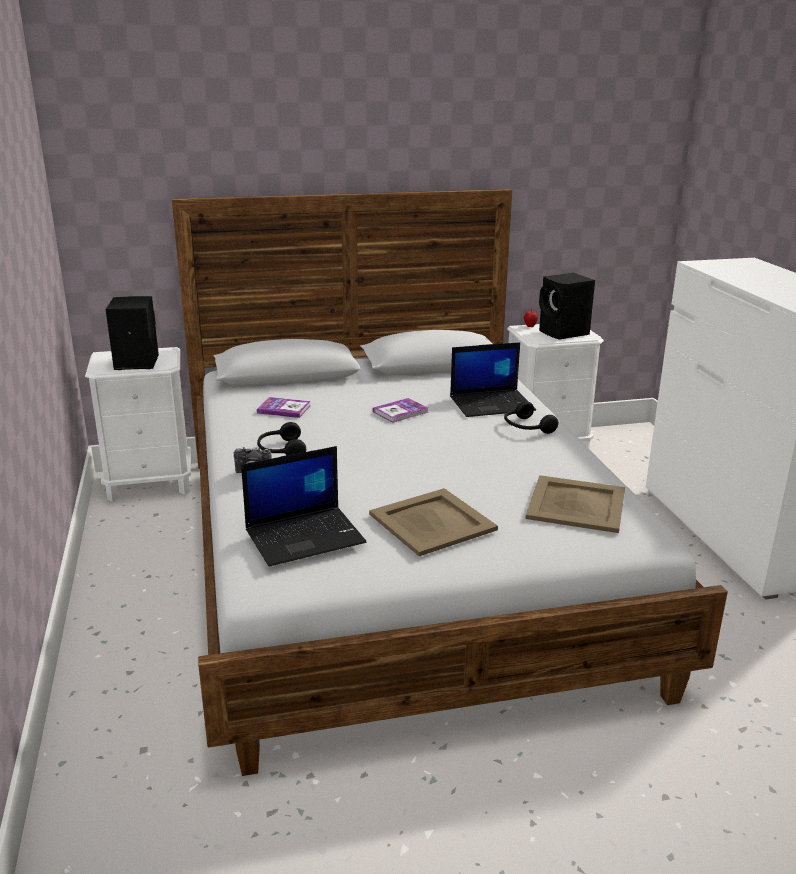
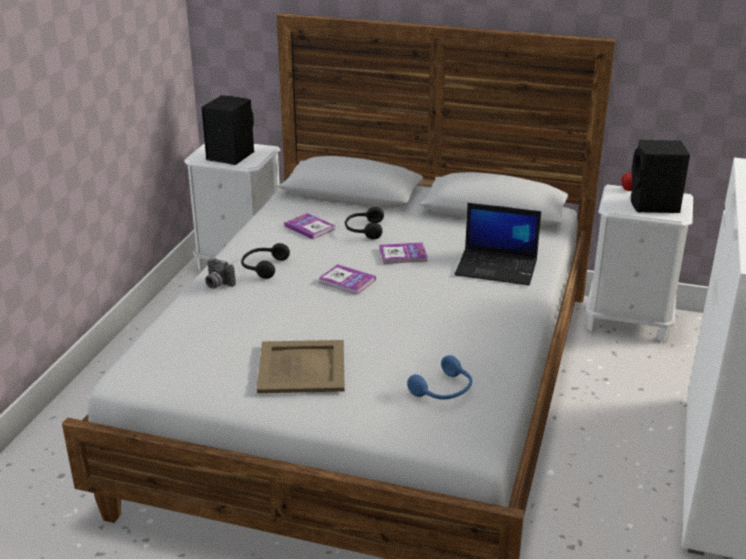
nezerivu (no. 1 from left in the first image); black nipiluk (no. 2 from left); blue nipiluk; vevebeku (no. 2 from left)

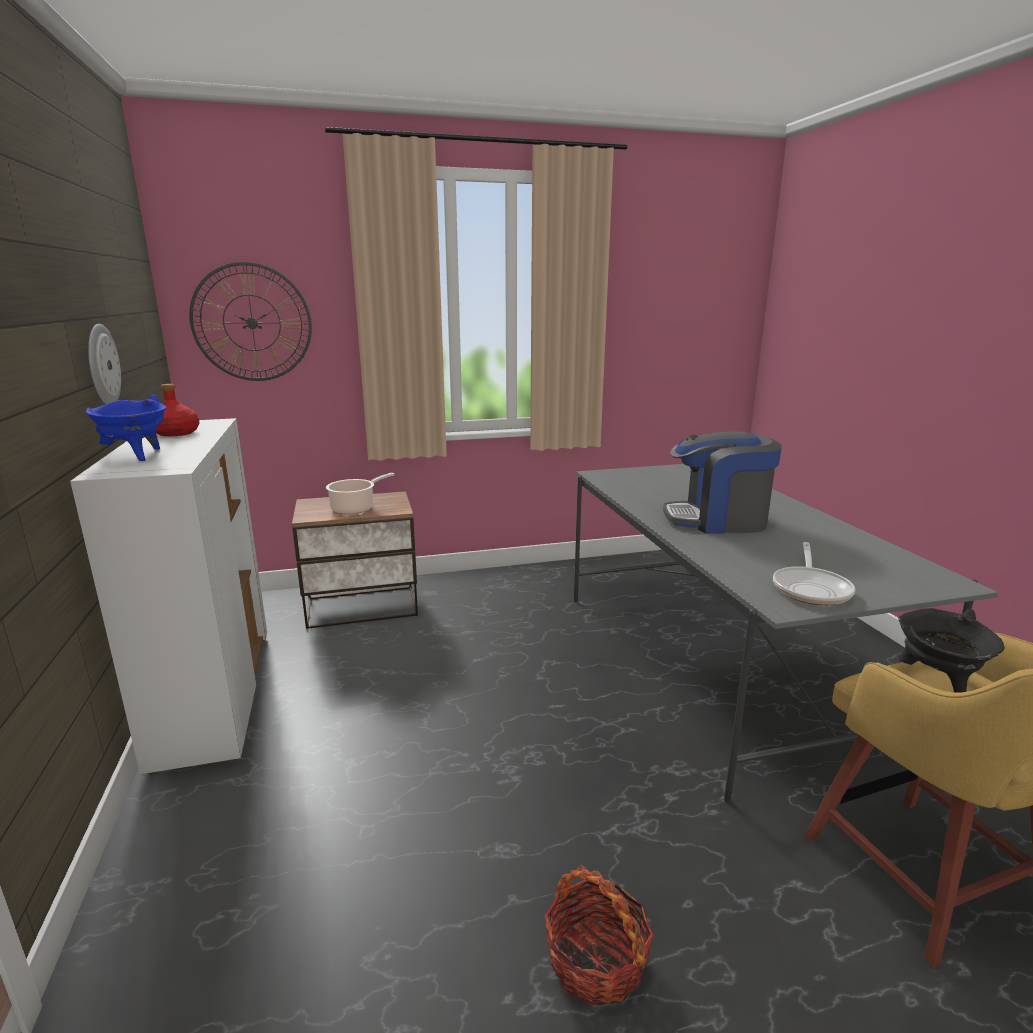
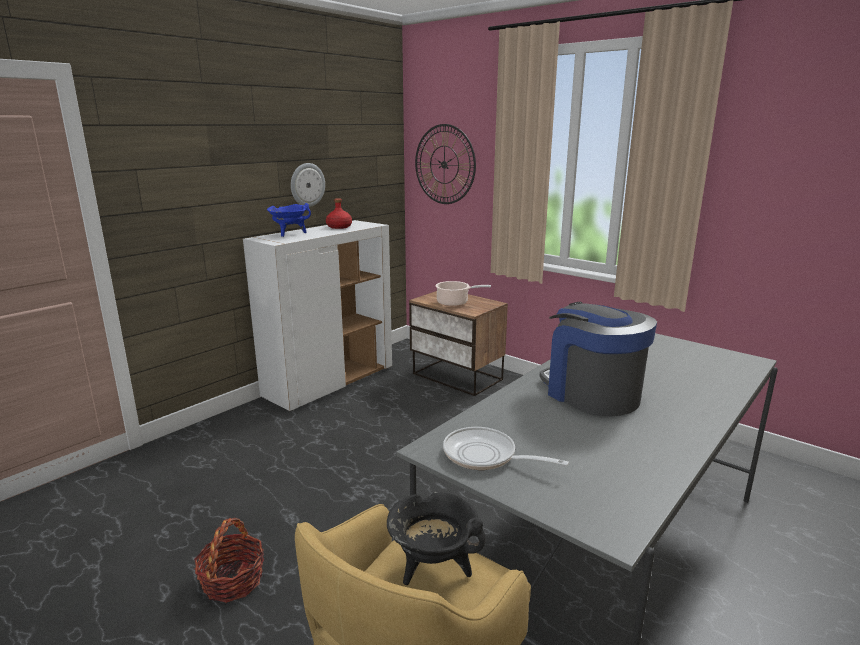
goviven

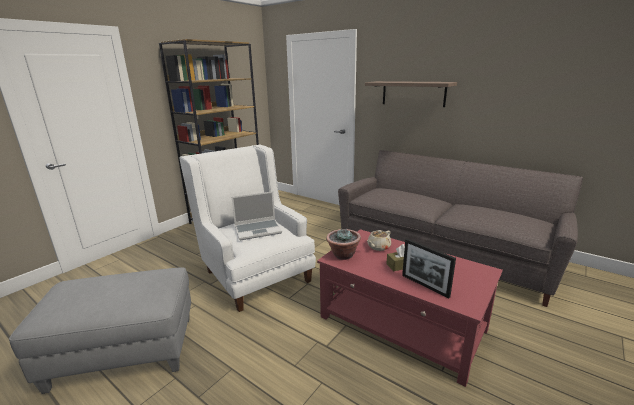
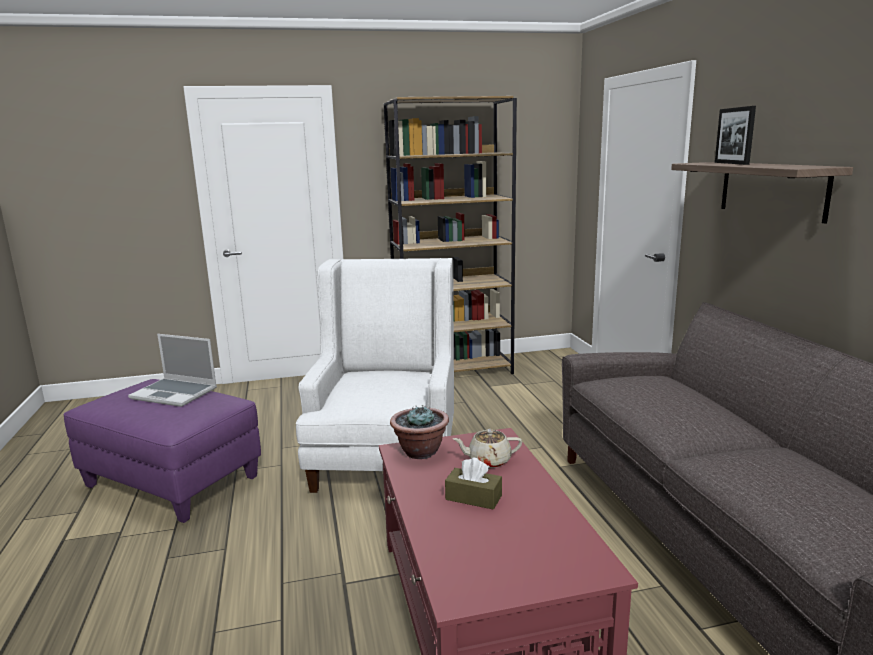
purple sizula; nezerivu; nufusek

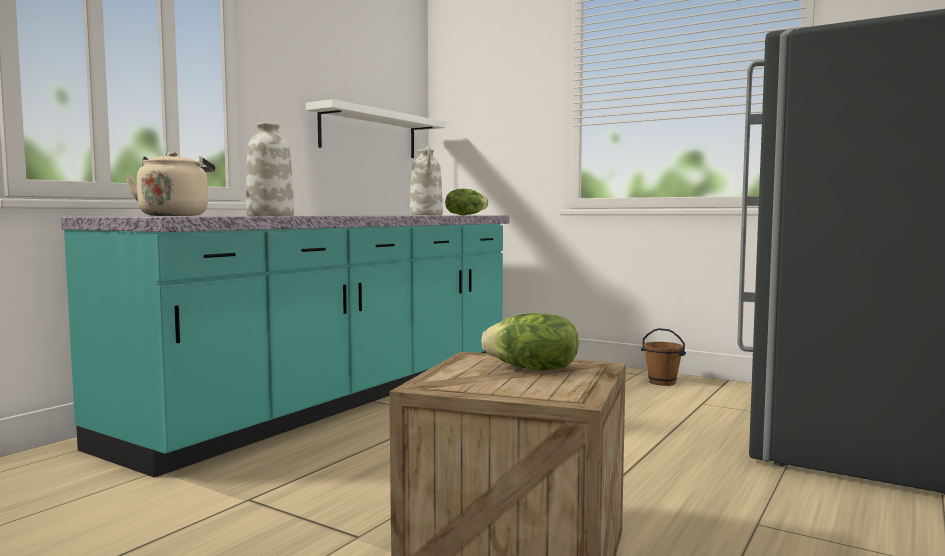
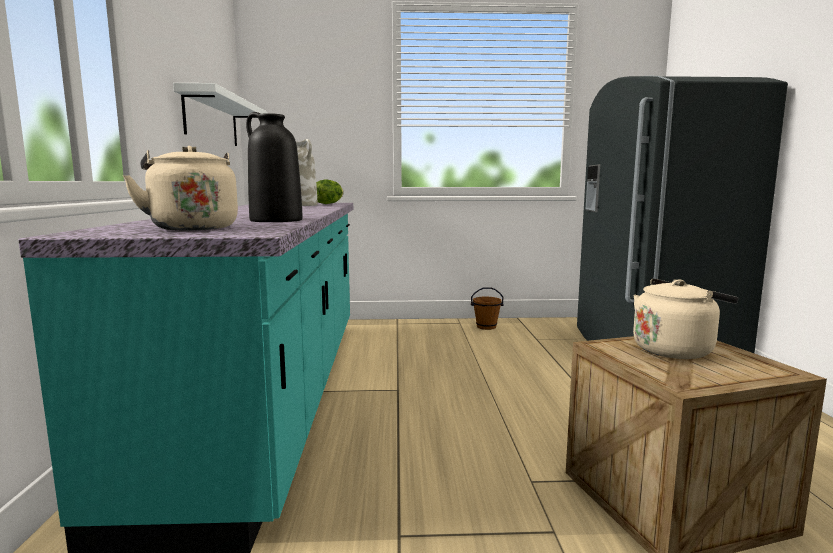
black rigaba; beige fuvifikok (no. 2 from left)

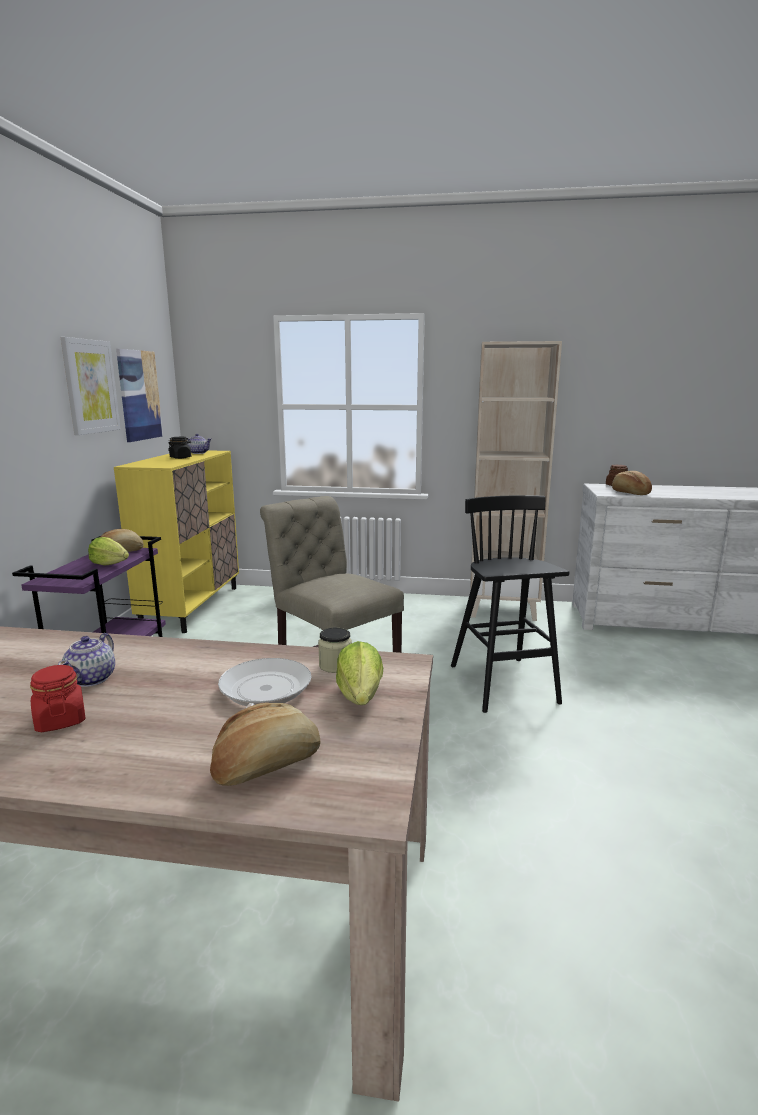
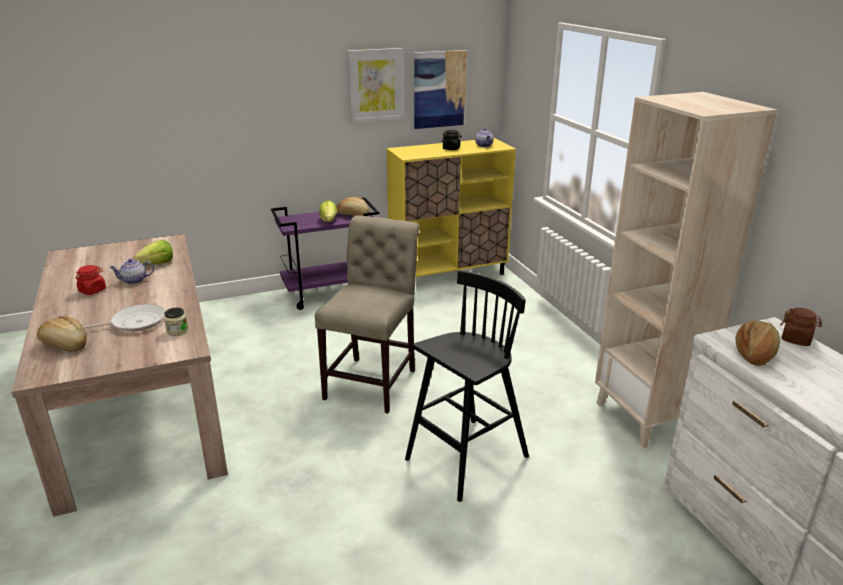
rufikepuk (no. 1 from left)

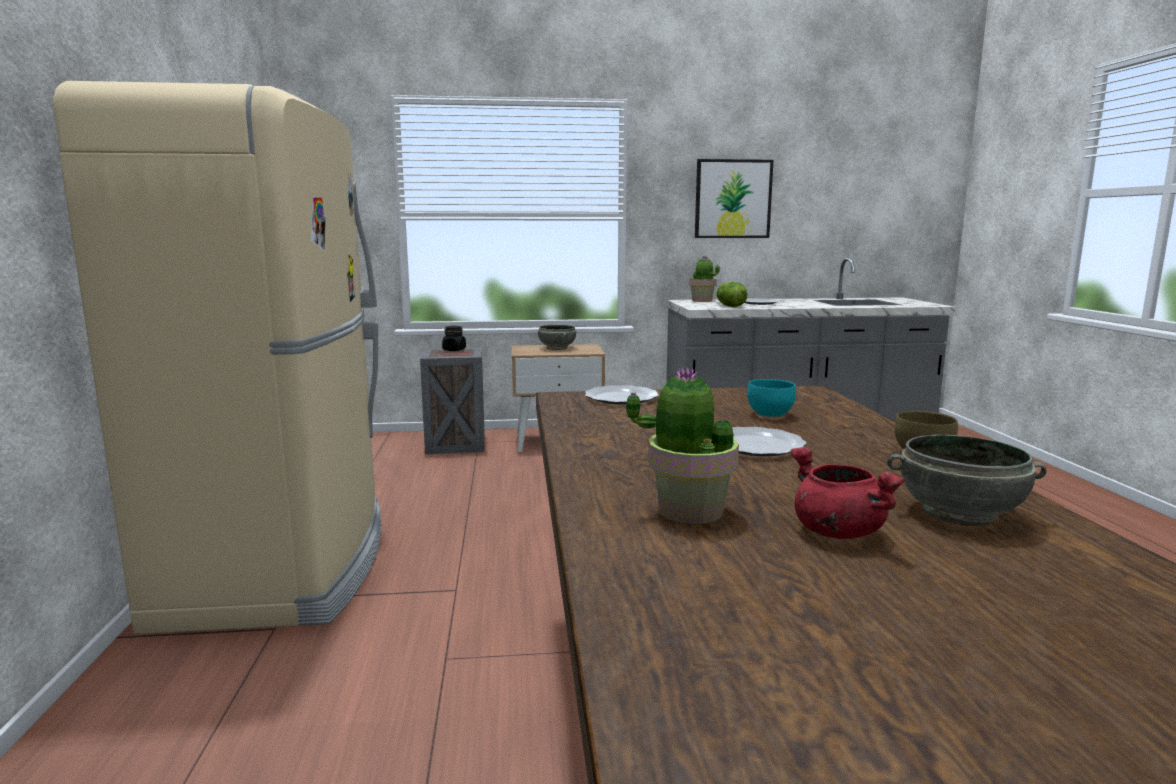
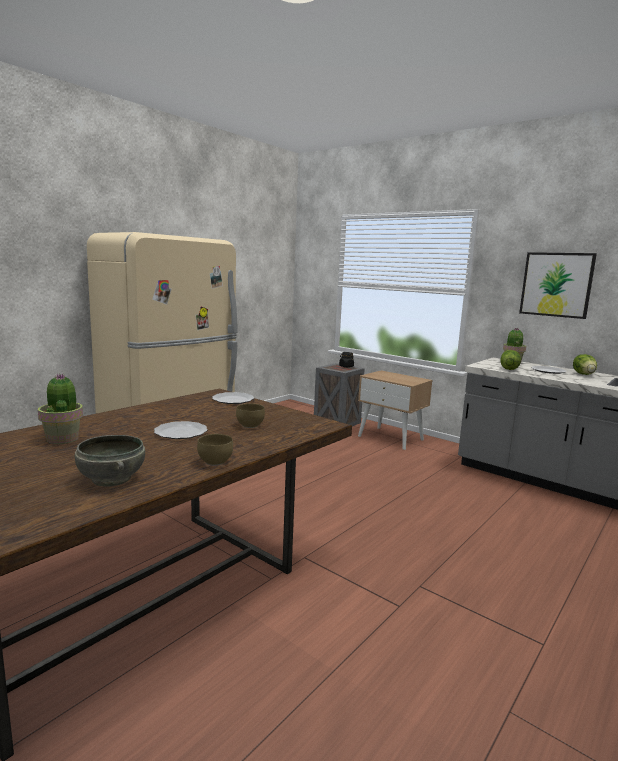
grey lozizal (no. 1 from left in the first image); brown lozizal (no. 2 from left); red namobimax; rufikepuk (no. 2 from left)

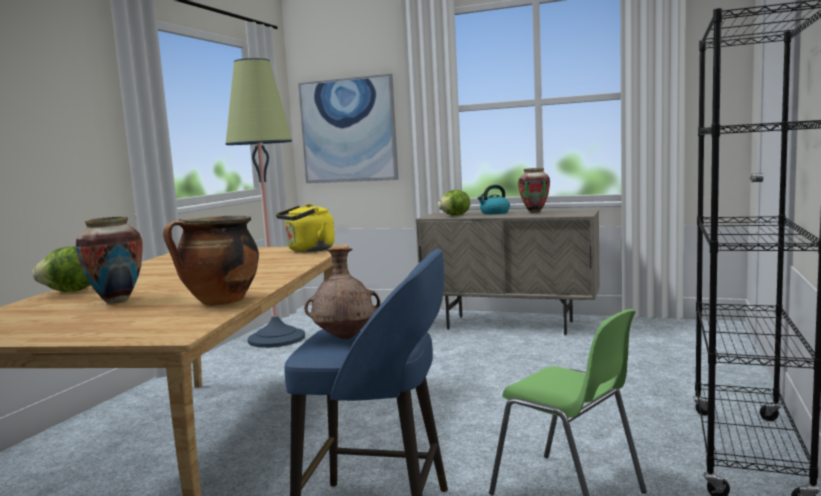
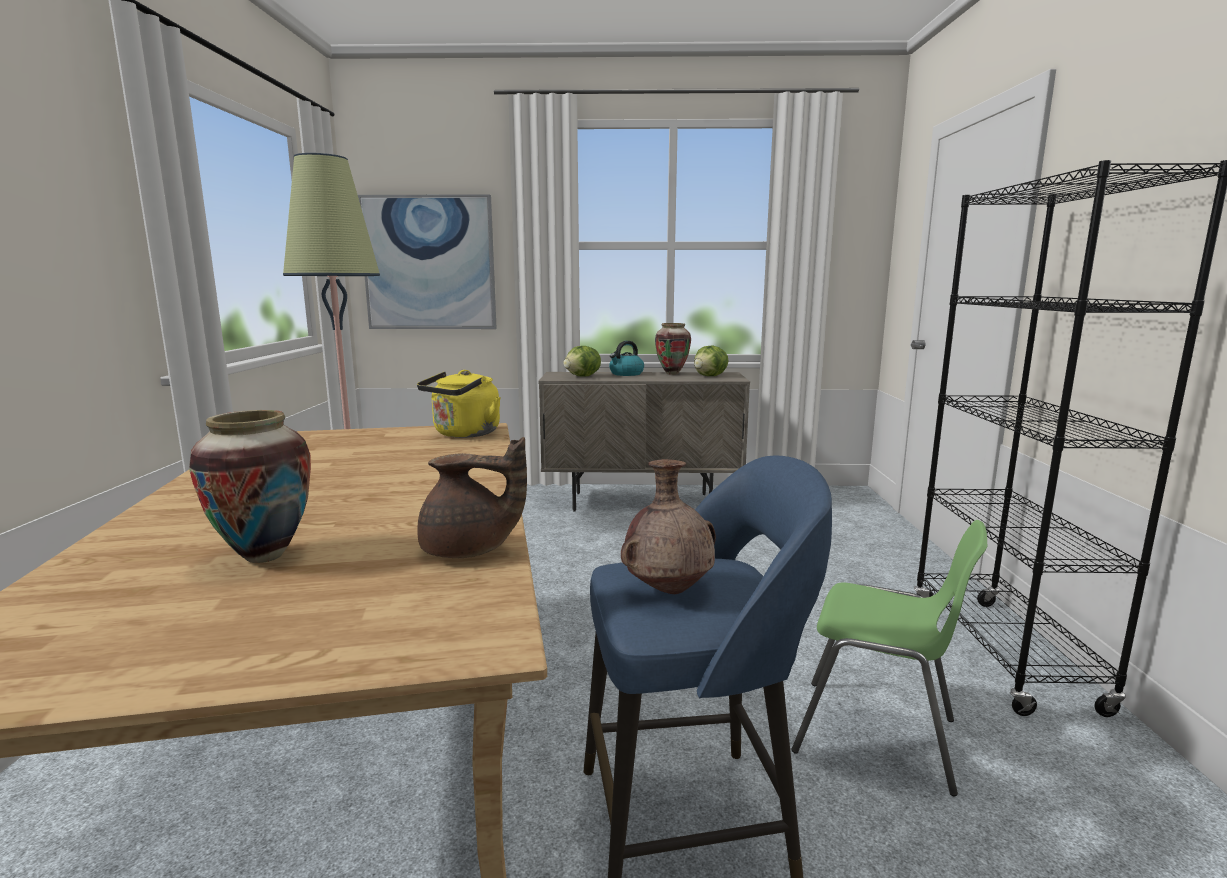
rufikepuk (no. 2 from left); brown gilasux

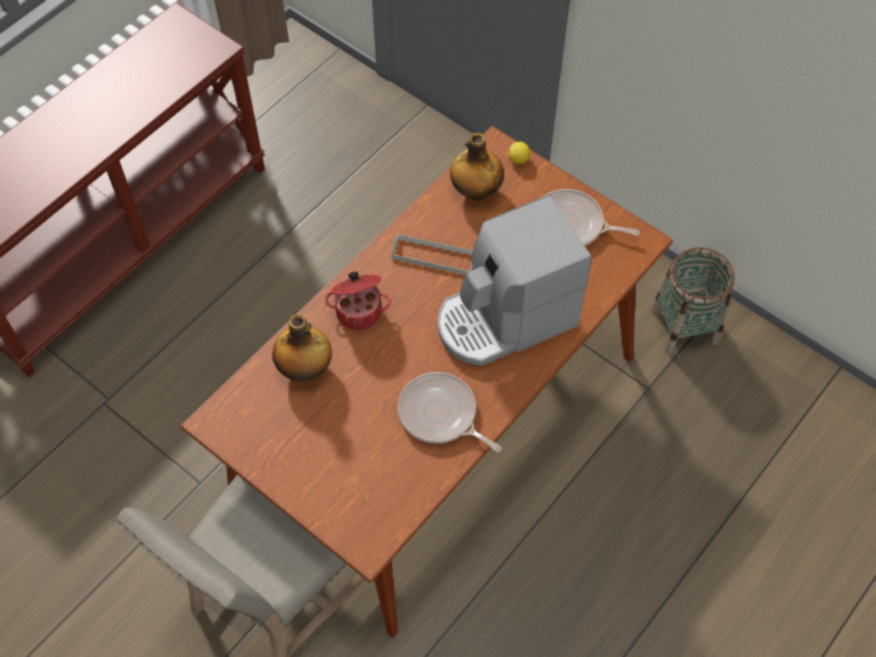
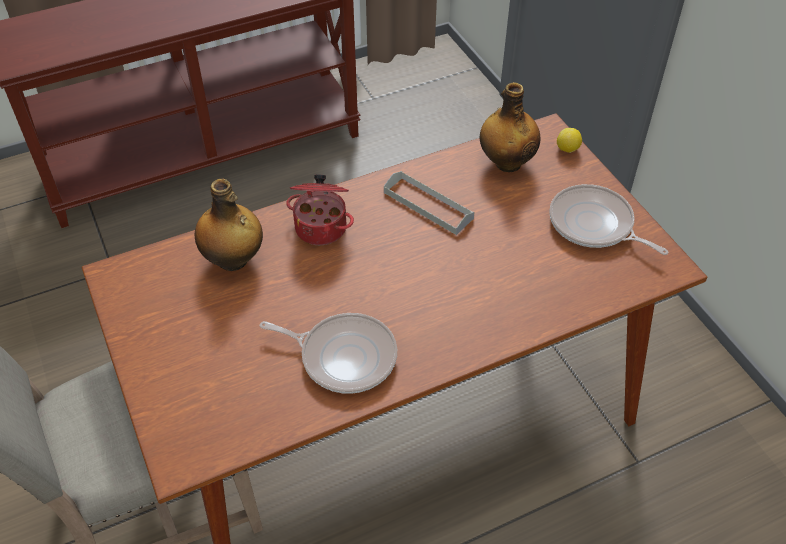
goviven (no. 1 from left); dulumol; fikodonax

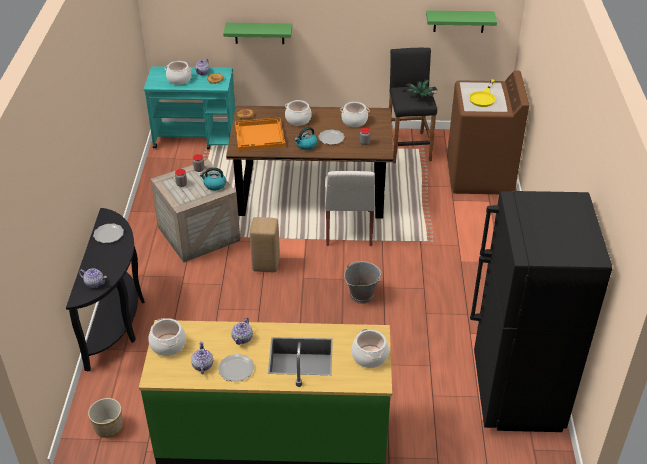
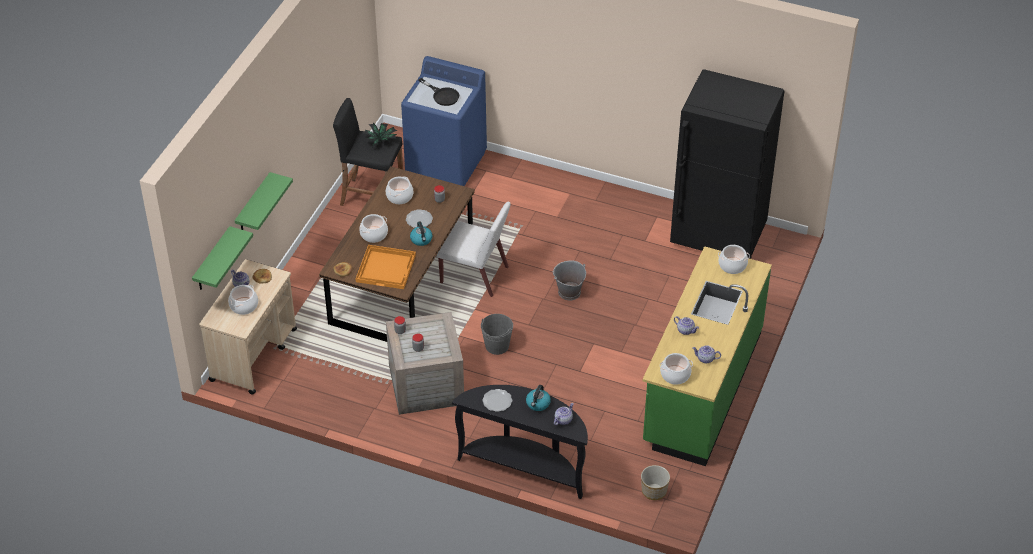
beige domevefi; fuvifikok (no. 2 from left); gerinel (no. 2 from left in the first image); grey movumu (no. 1 from left); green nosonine (no. 1 from left); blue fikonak; black goviven

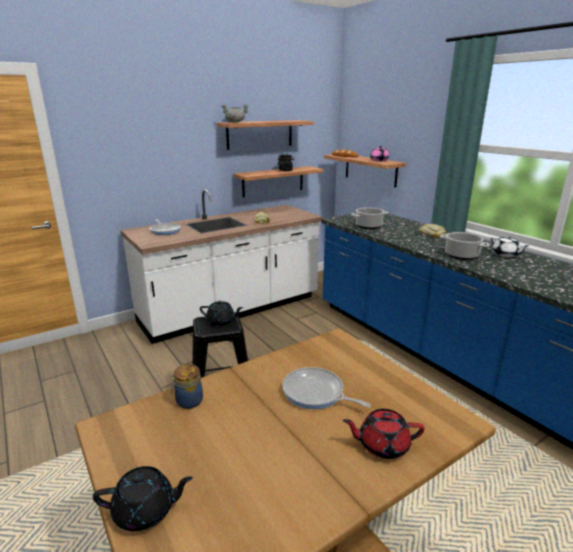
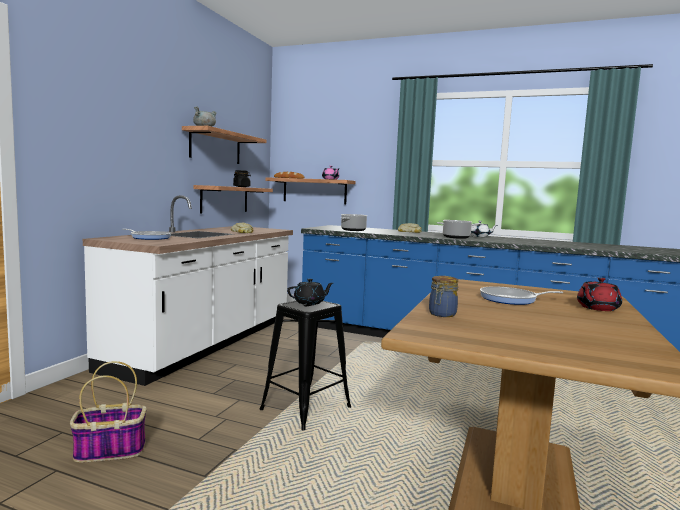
black gilasux (no. 1 from left in the first image); fikodonax

